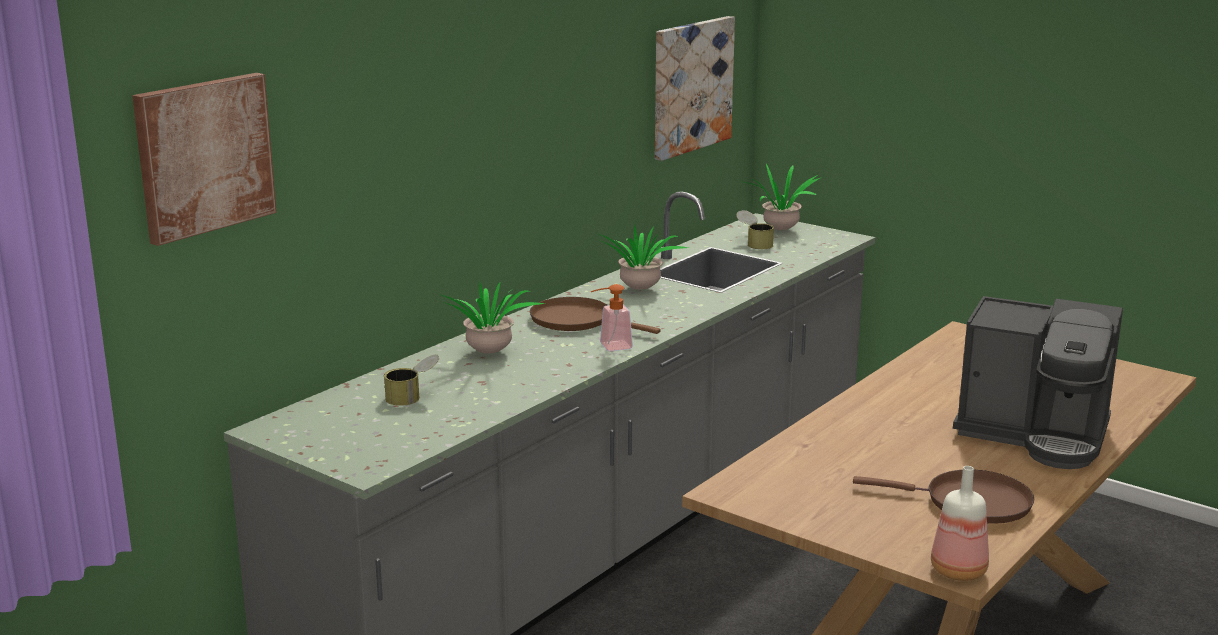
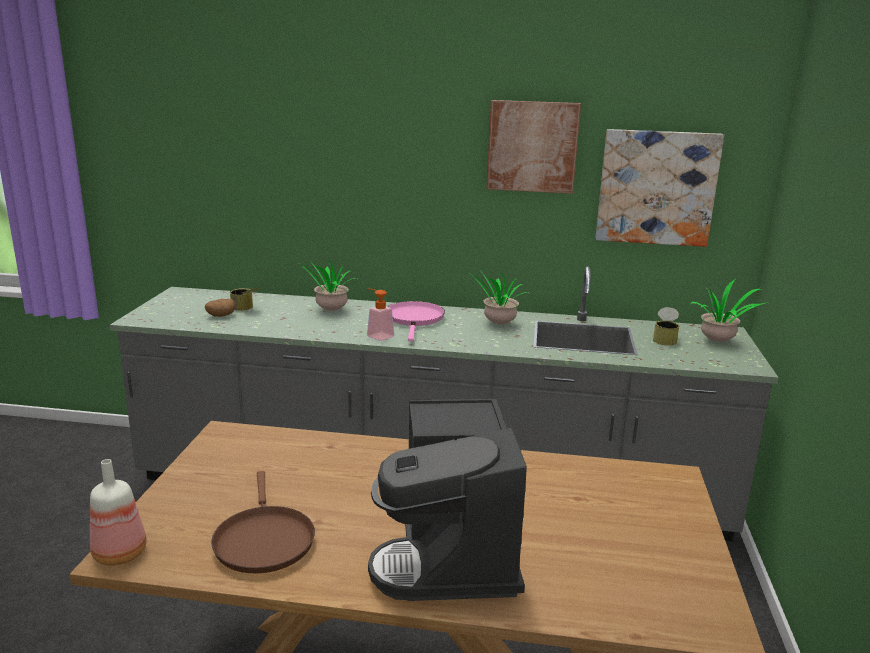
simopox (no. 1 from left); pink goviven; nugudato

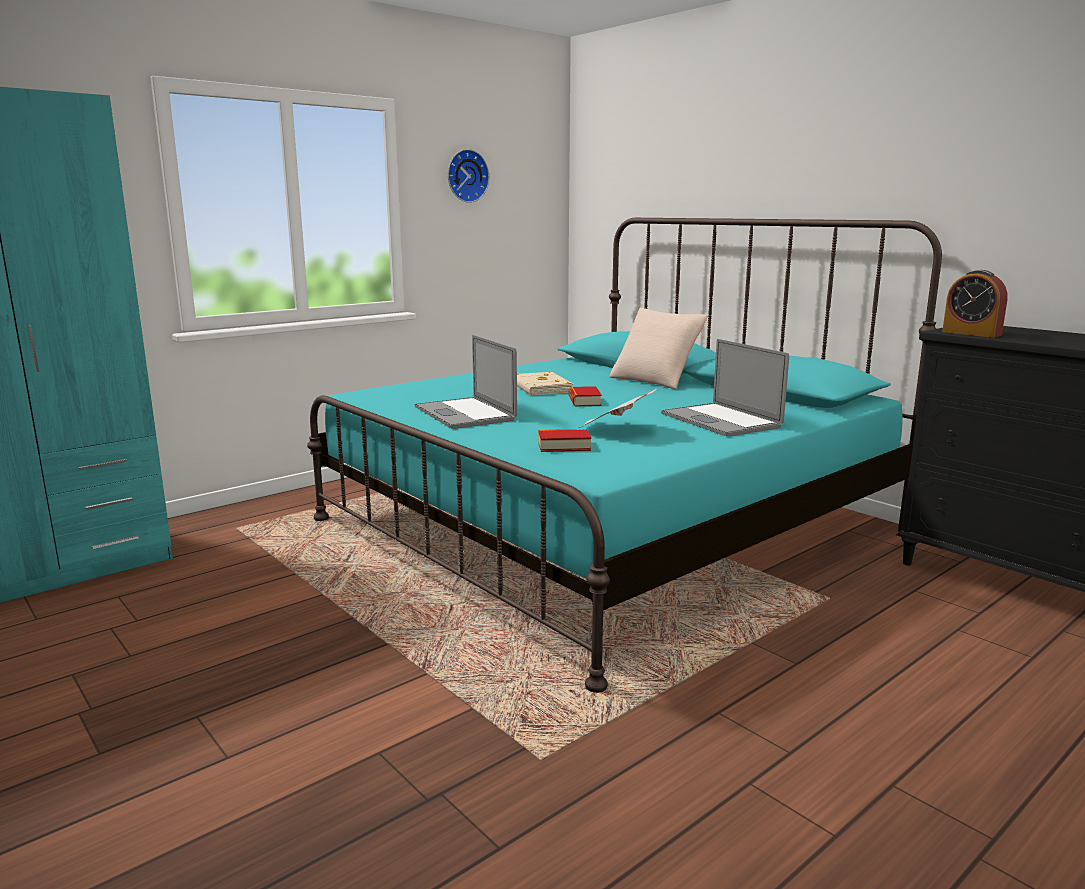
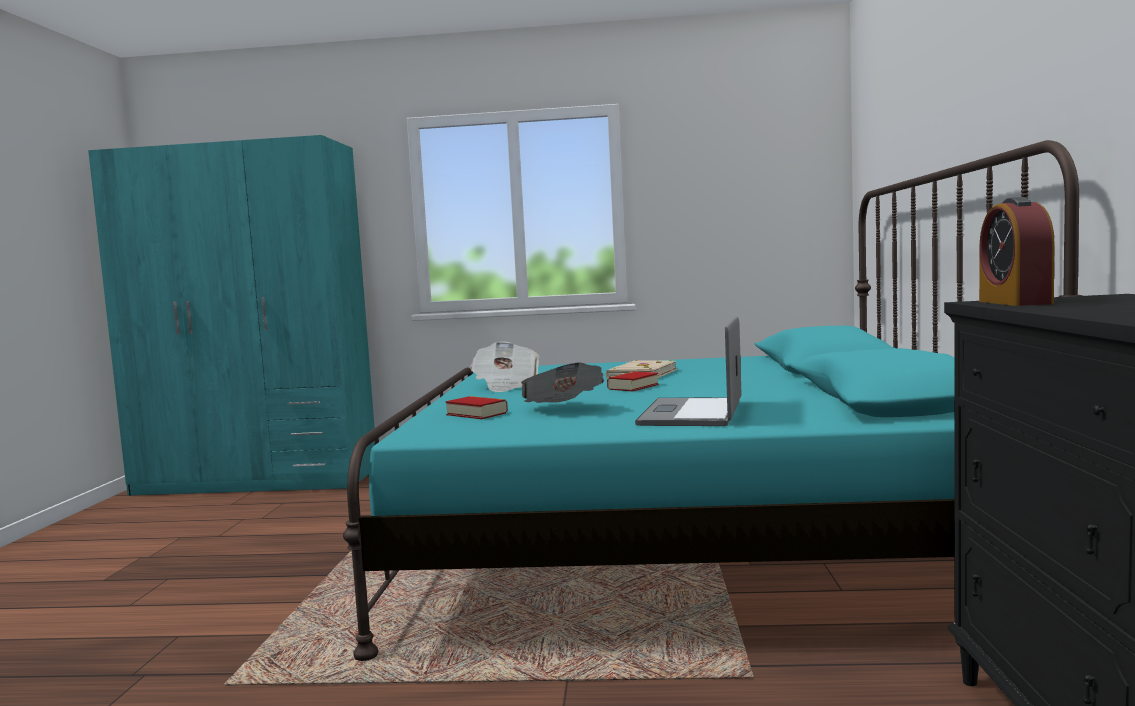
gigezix (no. 1 from left); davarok; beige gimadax

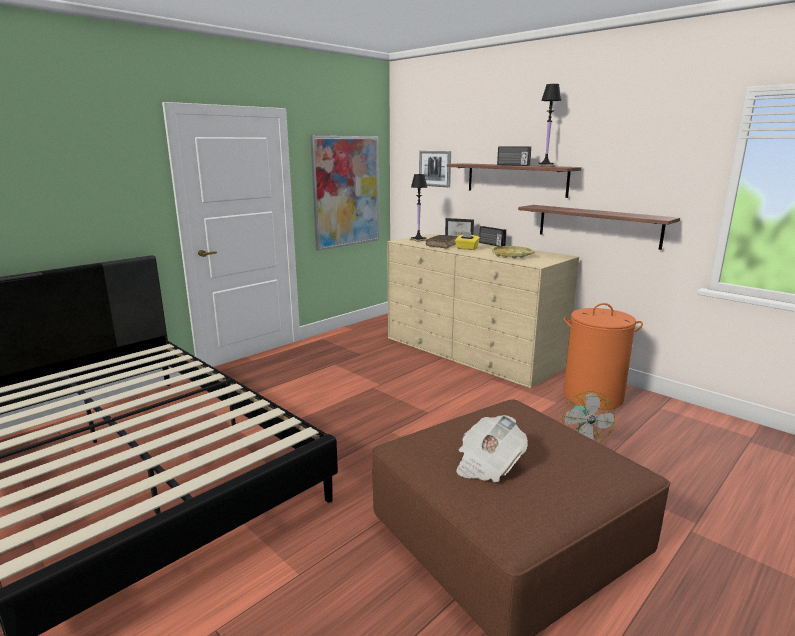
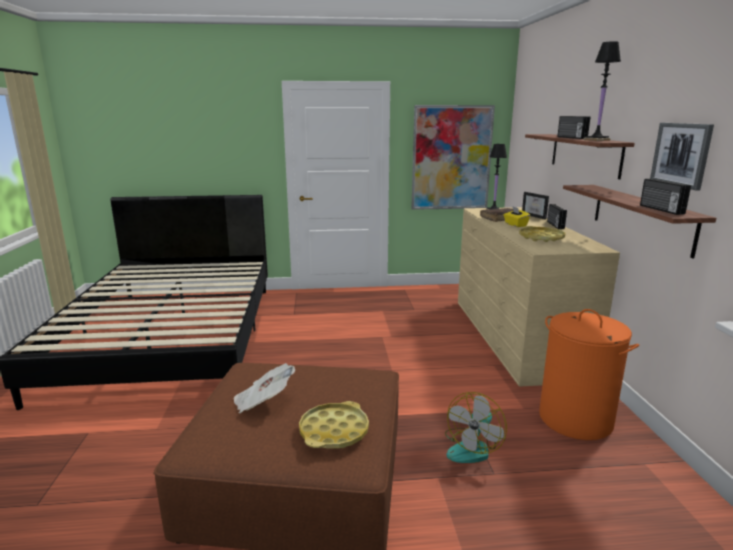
simopox (no. 2 from left); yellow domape (no. 1 from left); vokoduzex (no. 3 from left)

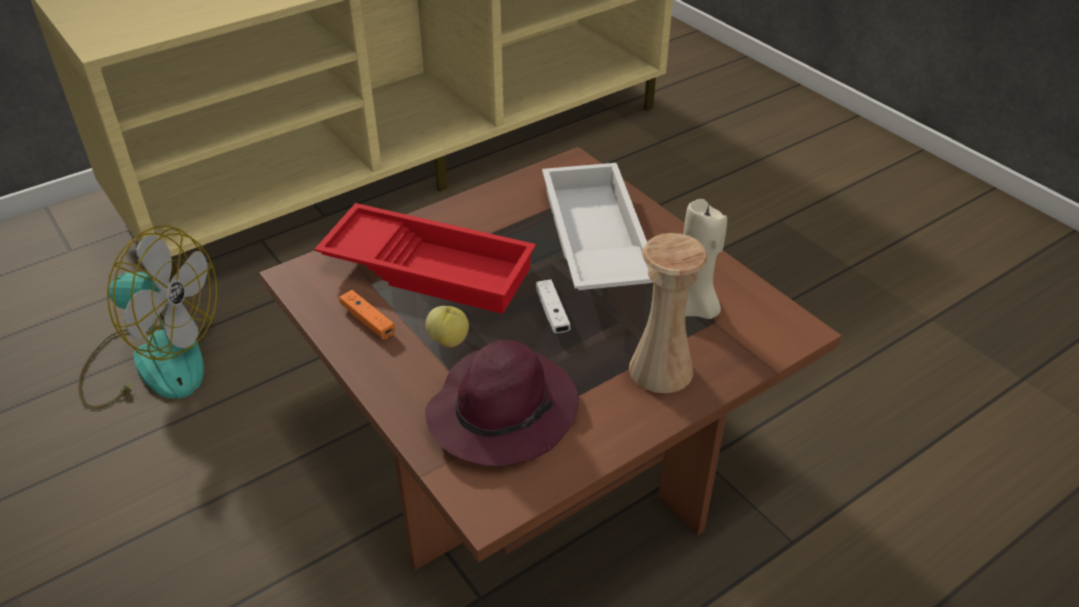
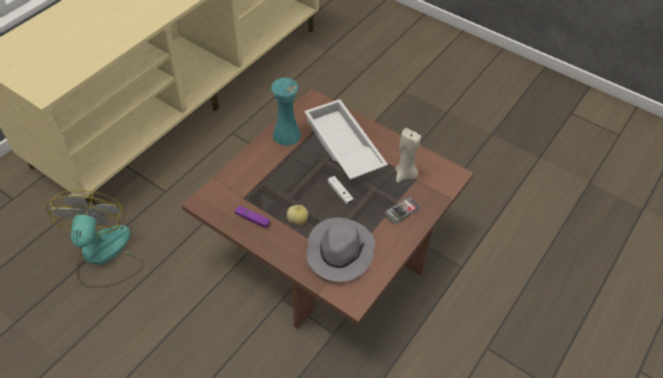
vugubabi; red domape; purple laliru; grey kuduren; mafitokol; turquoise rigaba

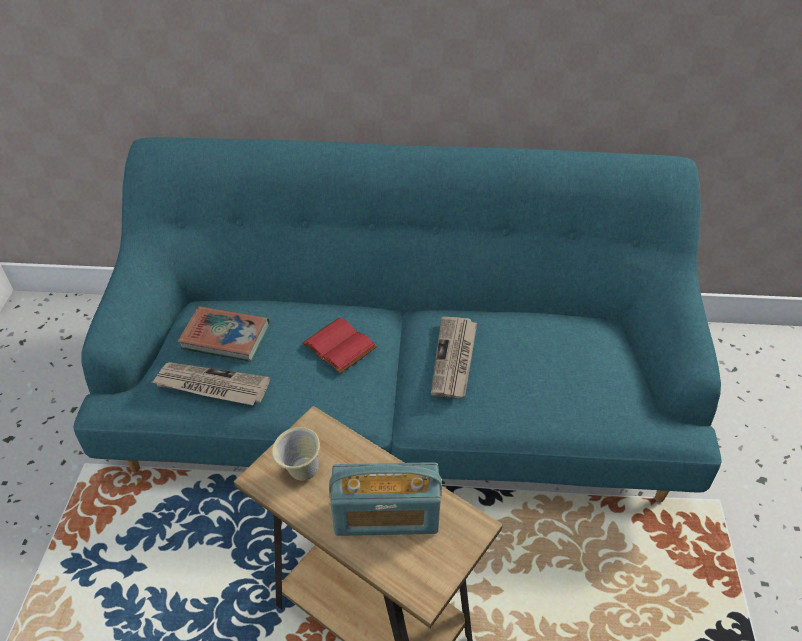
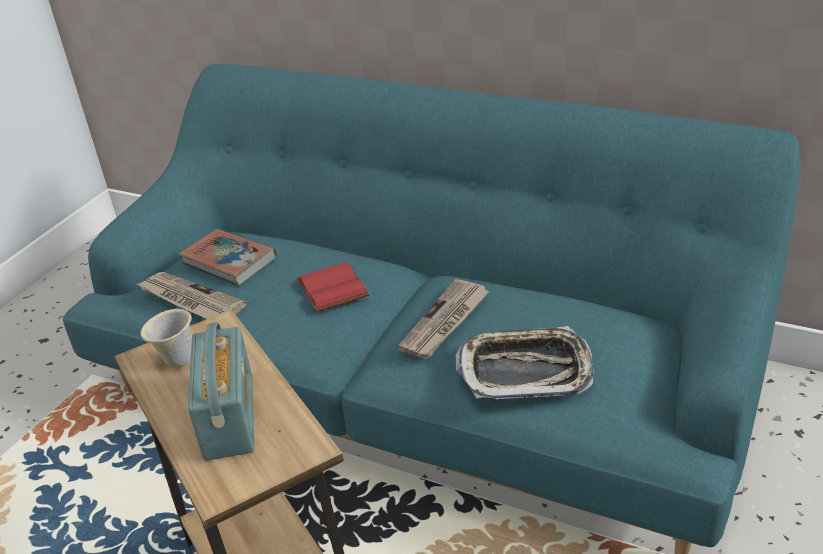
vokoduzex; domape

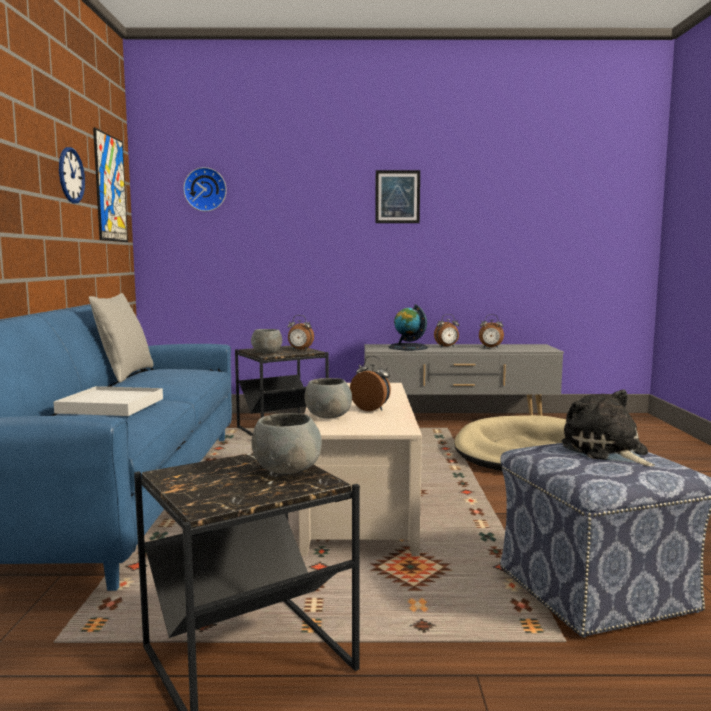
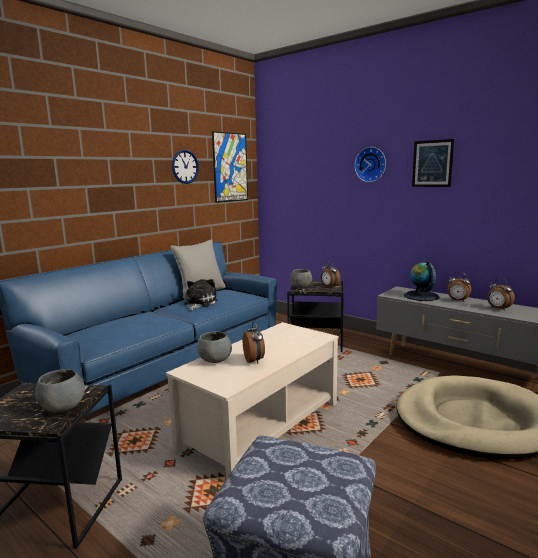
white domape; davarok (no. 2 from left); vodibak

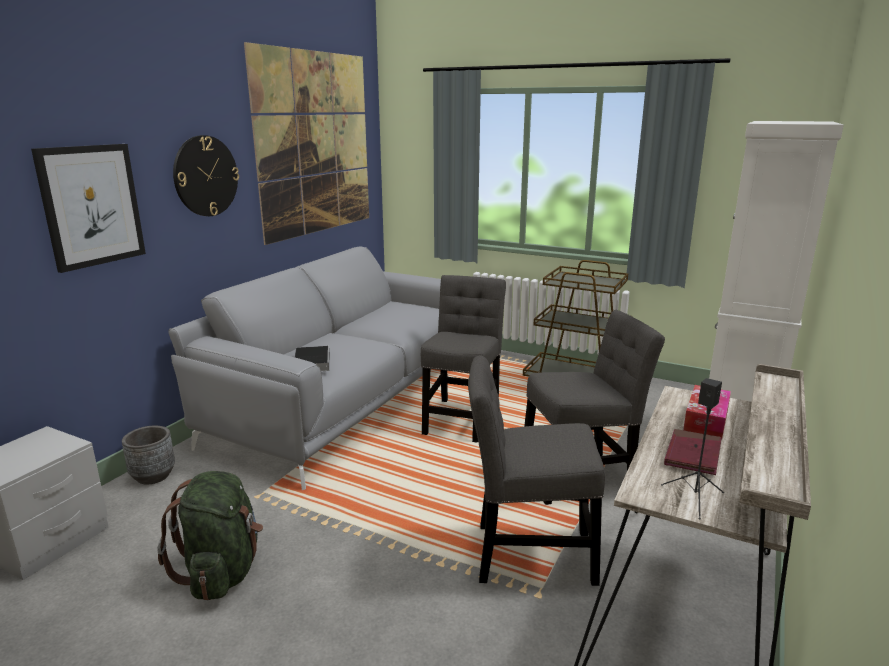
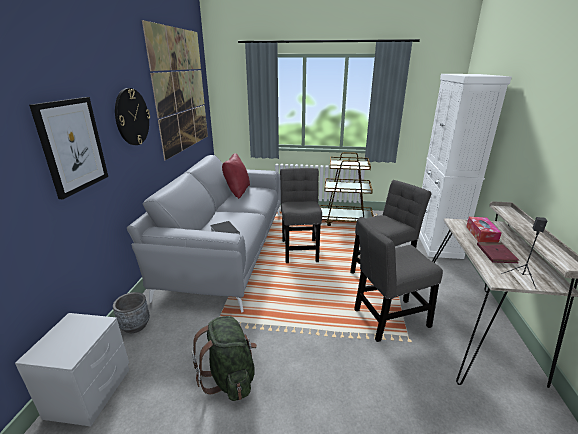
red gimadax

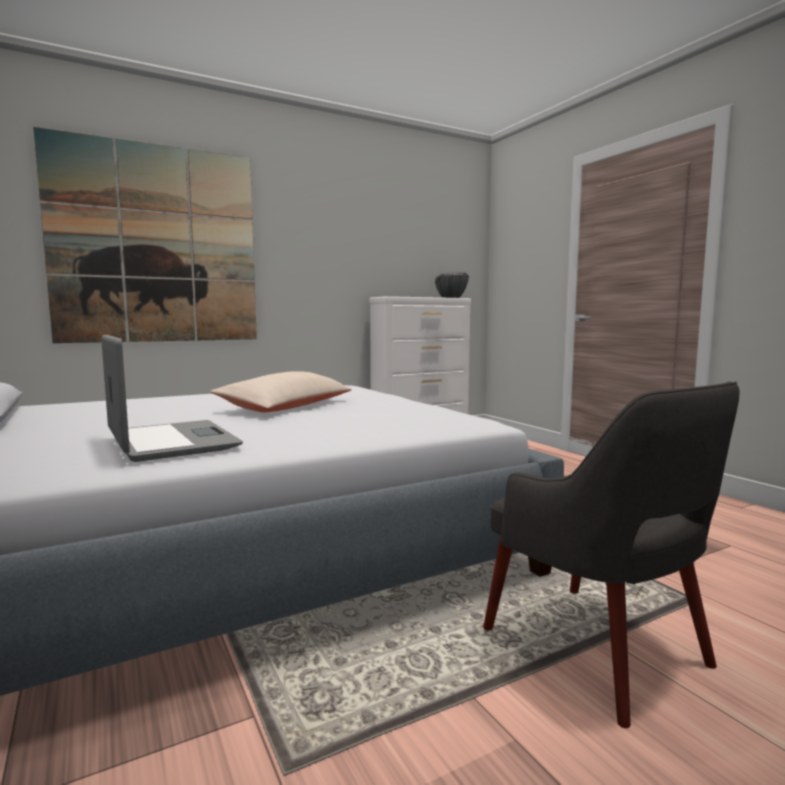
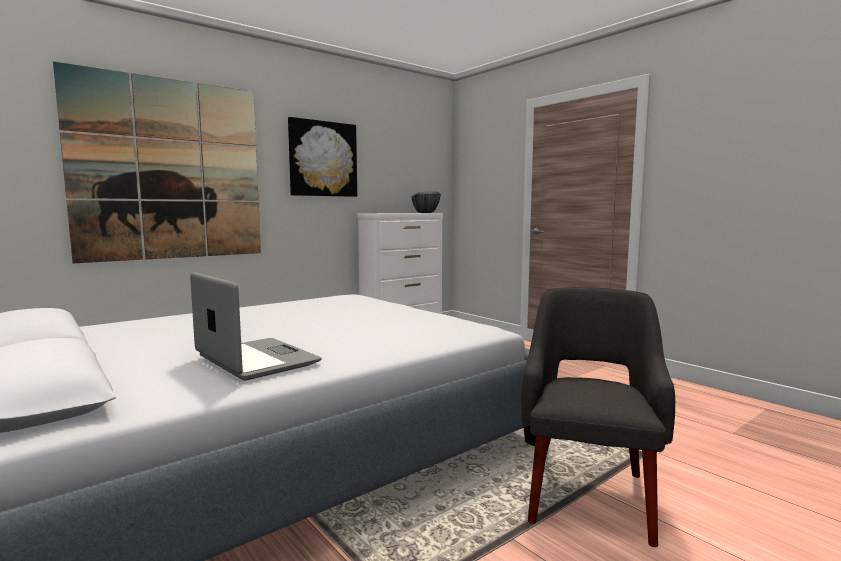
beige gimadax; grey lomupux; simopox (no. 2 from left)

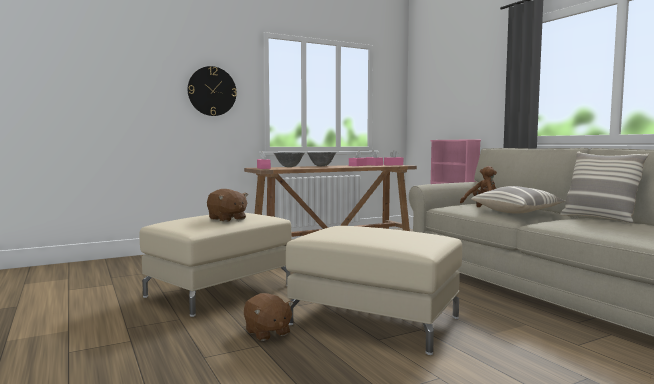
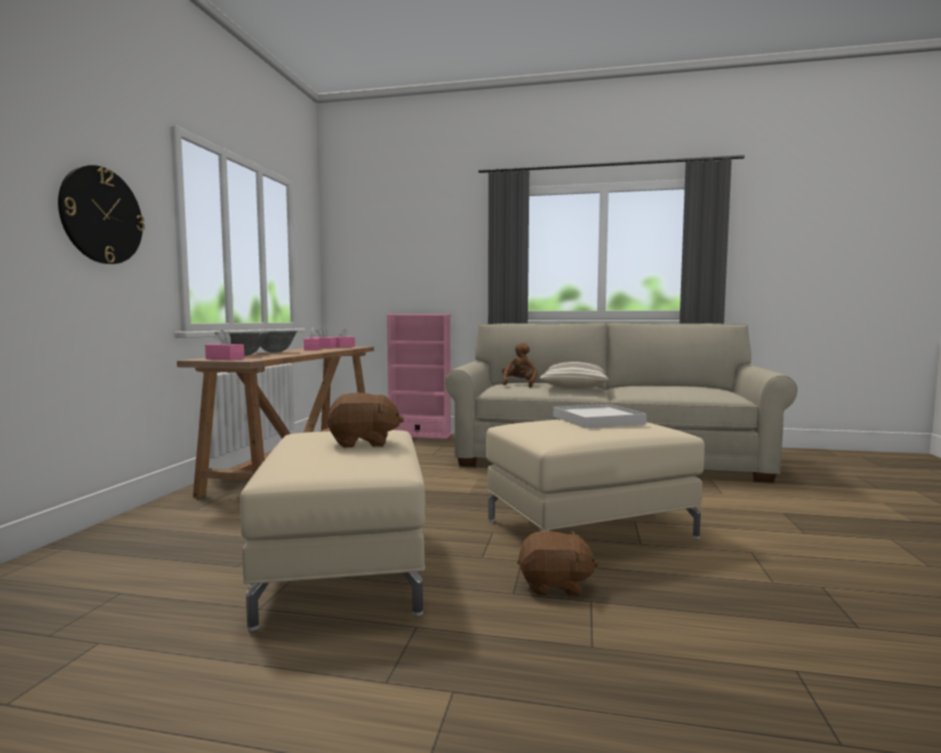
gimadax (no. 2 from left in the first image); white domape

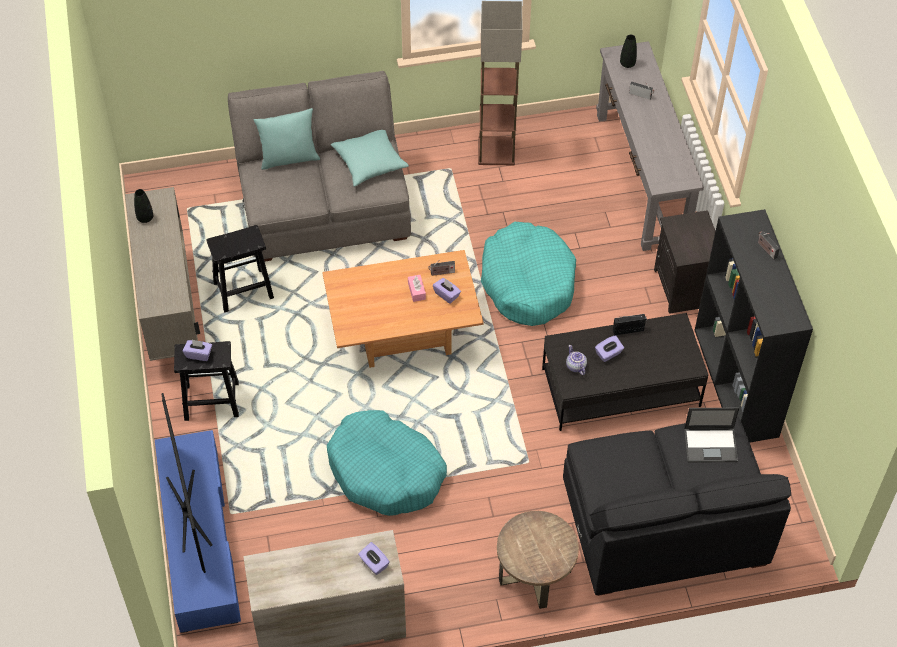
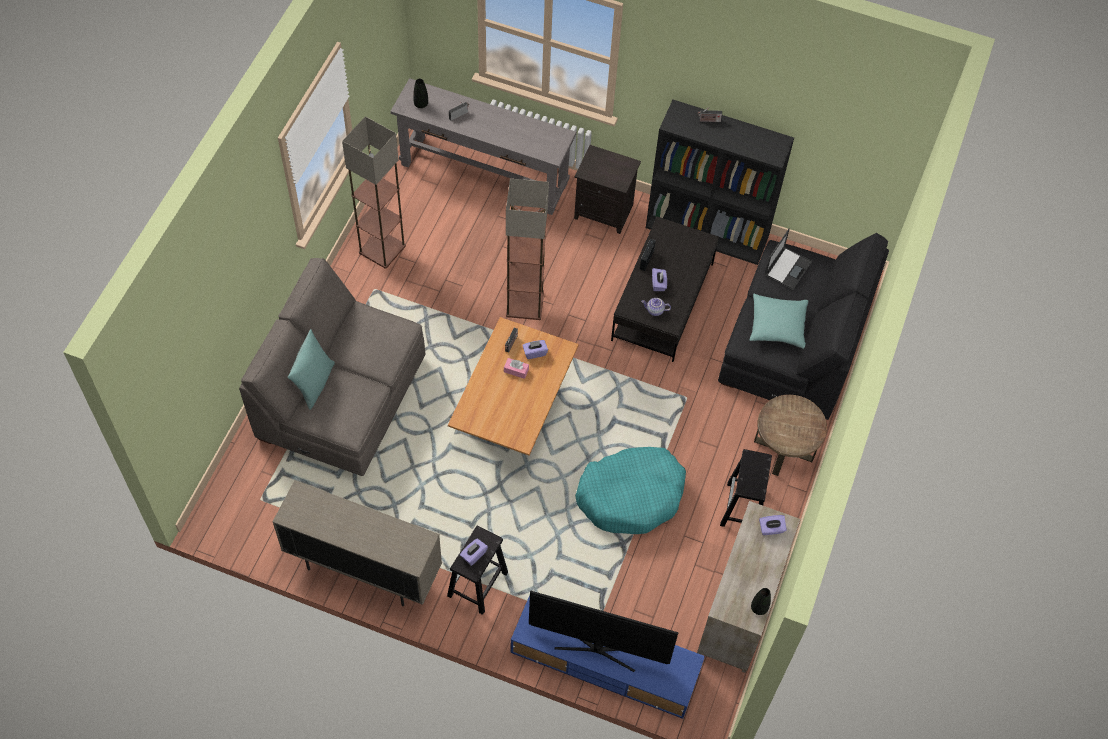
black rigaba (no. 2 from left); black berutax (no. 2 from left); turquoise gimadax (no. 2 from left); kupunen (no. 2 from left)

